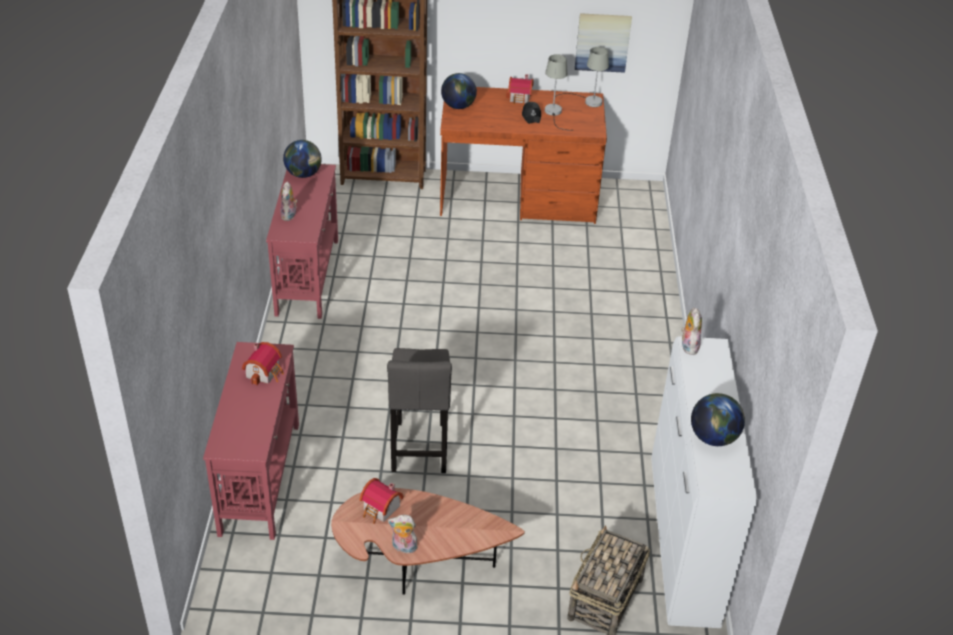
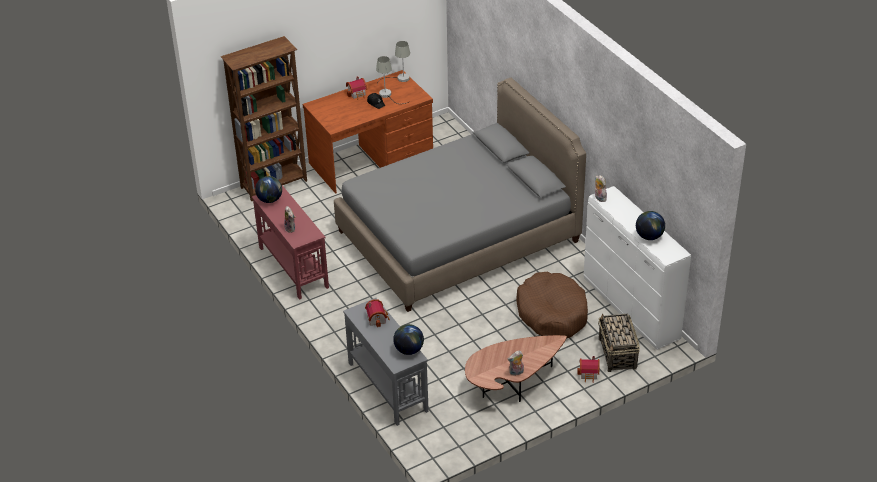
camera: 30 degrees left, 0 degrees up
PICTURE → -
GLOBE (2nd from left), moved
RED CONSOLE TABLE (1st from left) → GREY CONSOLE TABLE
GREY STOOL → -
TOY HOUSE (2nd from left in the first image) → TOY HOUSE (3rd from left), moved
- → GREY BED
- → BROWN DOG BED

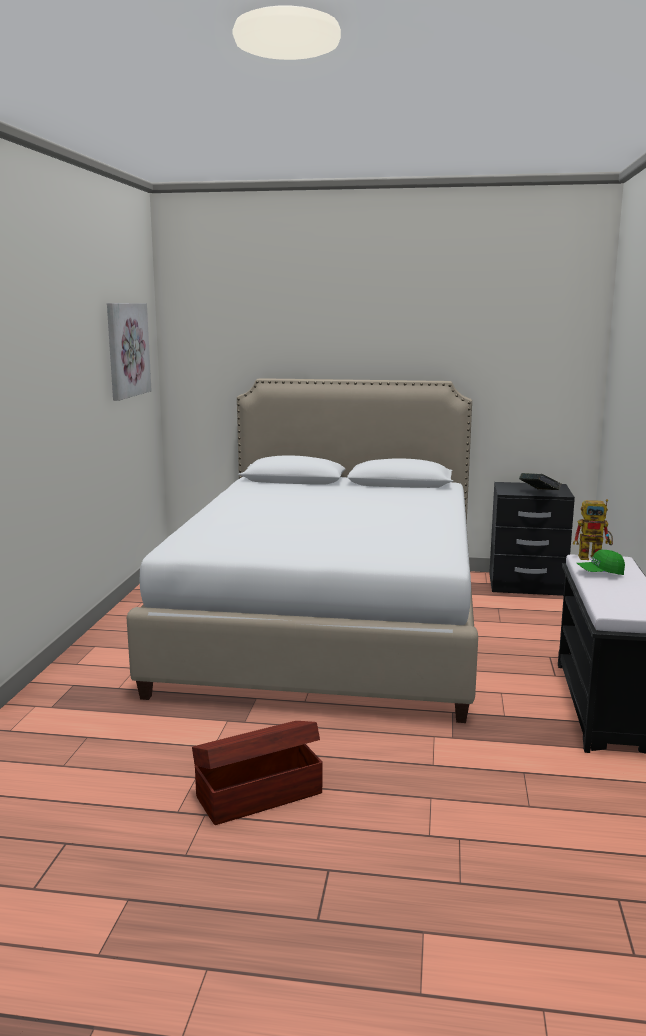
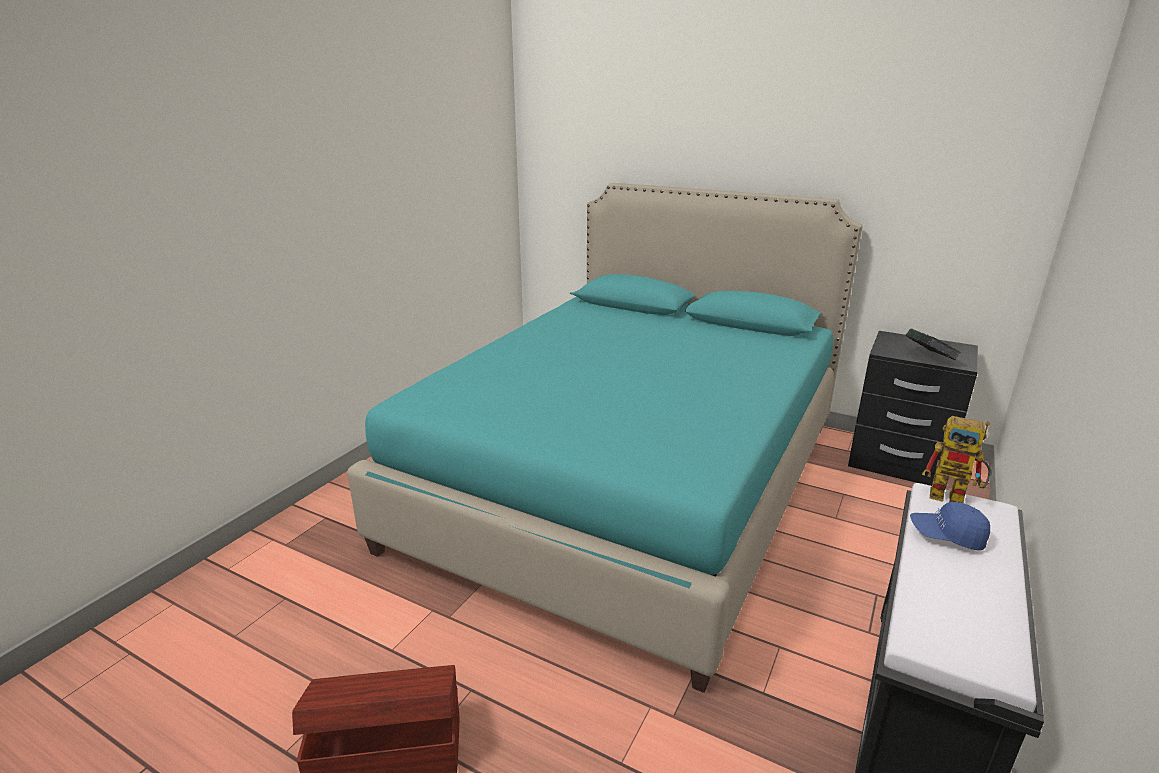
camera: 20 degrees right, 10 degrees up
PICTURE → -
WHITE BED → TURQUOISE BED
GREEN CAP → BLUE CAP

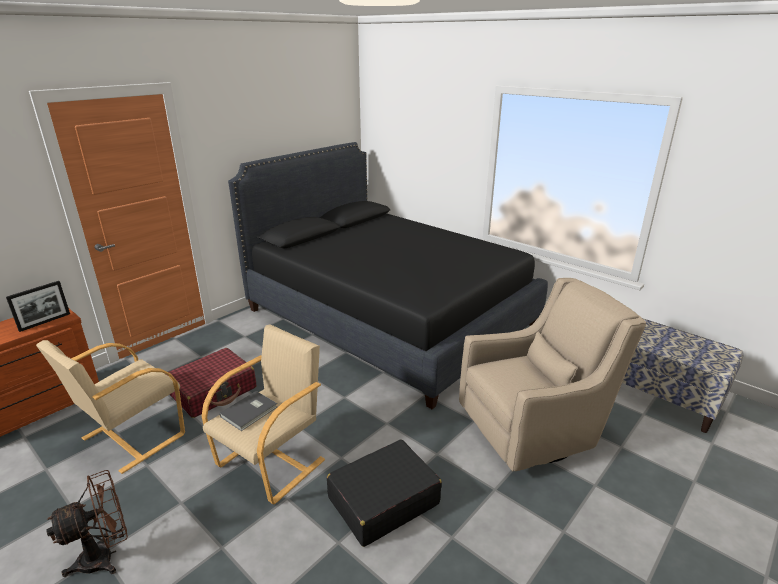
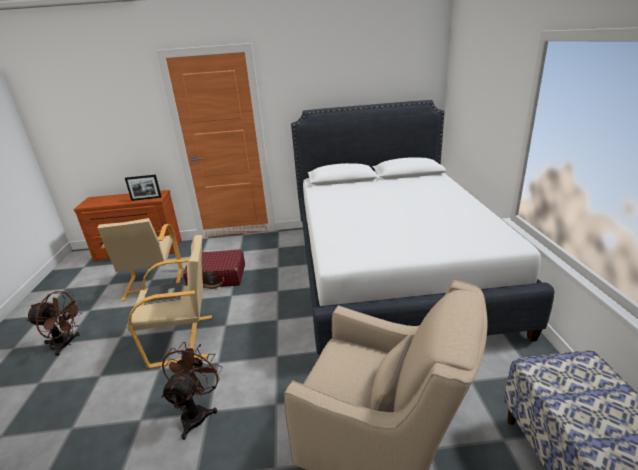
camera: 45 degrees right, 0 degrees up
BLACK BED → WHITE BED
BEIGE ARMCHAIR (1st from left), 90 degrees counterclockwise
BLACK SUITCASE → BROWN FAN (2nd from left)

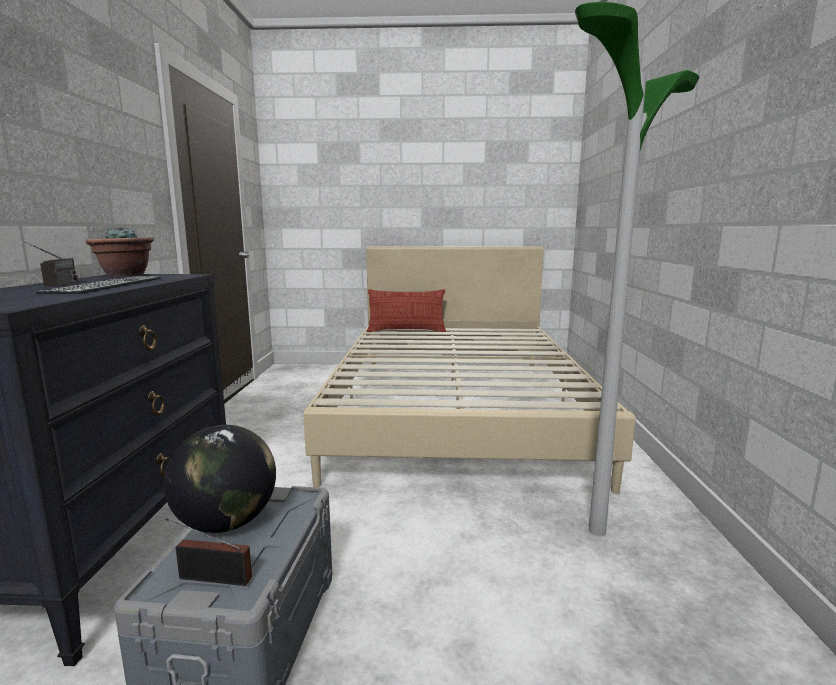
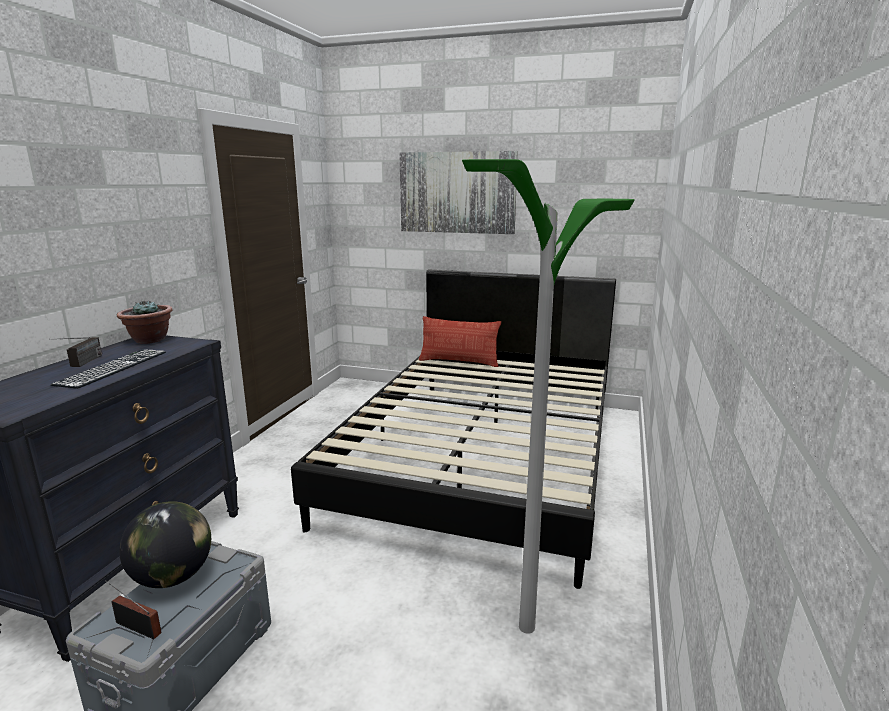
camera: 15 degrees right, 5 degrees up
BEIGE BED → BLACK BED
- → PICTURE

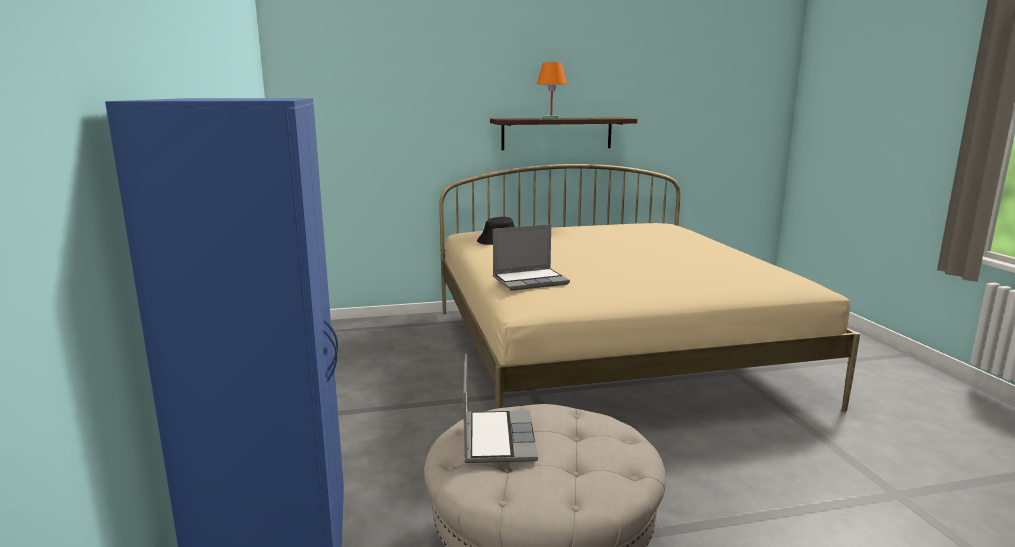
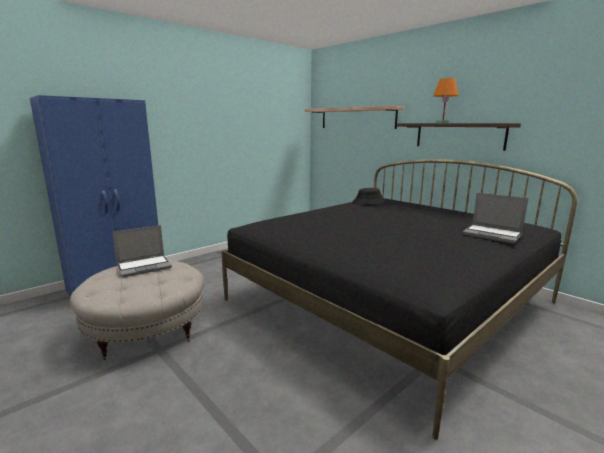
camera: 60 degrees right, 0 degrees up
BEIGE BED → BLACK BED
LAPTOP (2nd from left), moved
- → SHELF (1st from left)

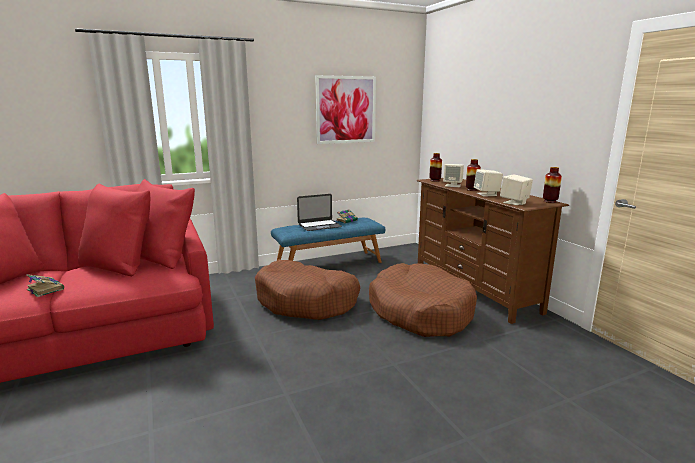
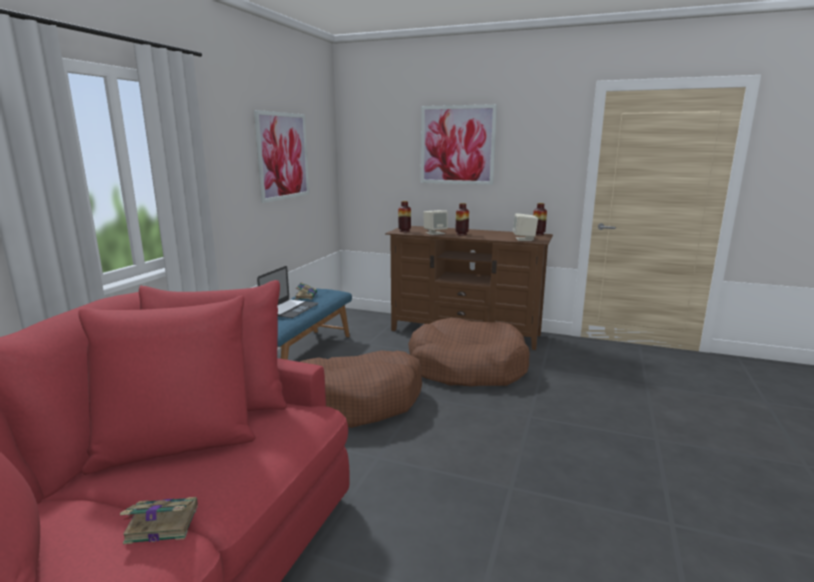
camera: 45 degrees left, 0 degrees up
BEIGE SPEAKER (2nd from left) → -
- → PICTURE (2nd from left)

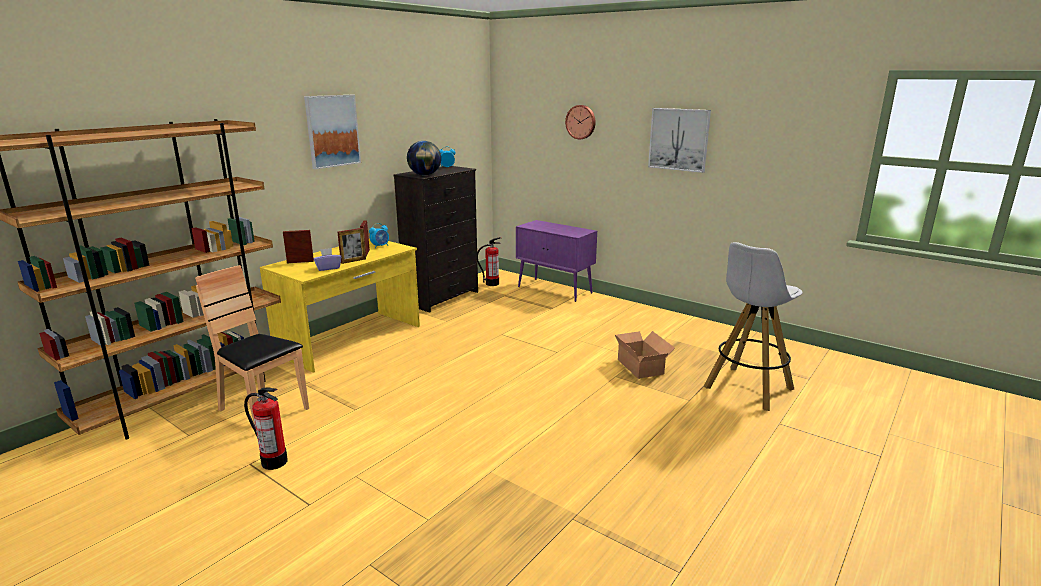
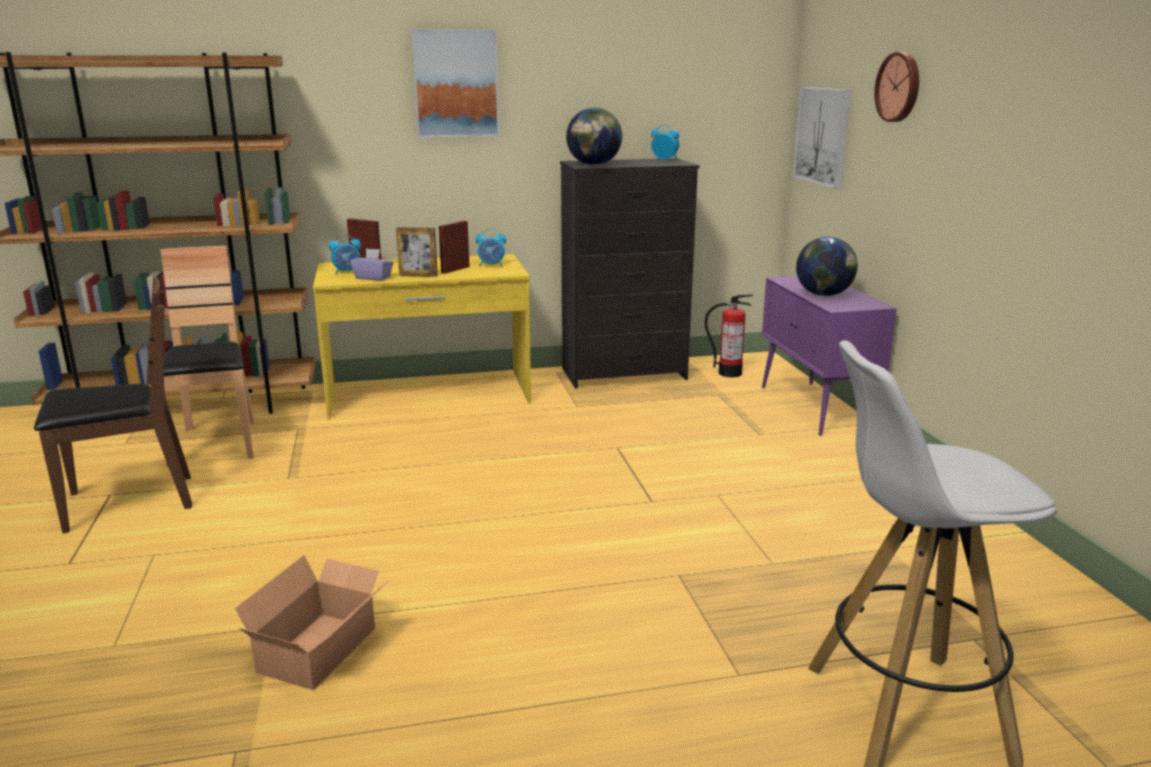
camera: 40 degrees right, 0 degrees up
PICTURE (2nd from left), moved
CARDBOARD BOX, moved
FIRE EXTINGUISHER (1st from left) → BROWN CHAIR (1st from left)
- → ALARM CLOCK (1st from left)
- → GLOBE (2nd from left)

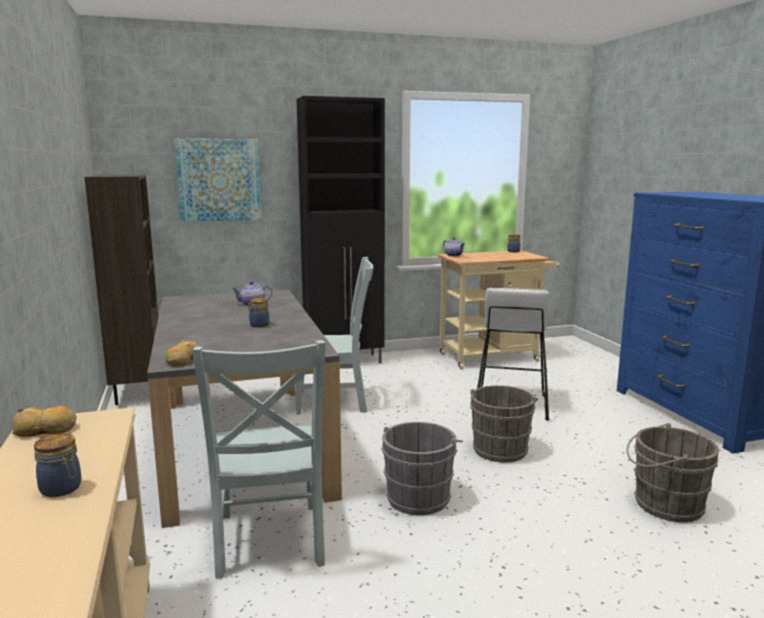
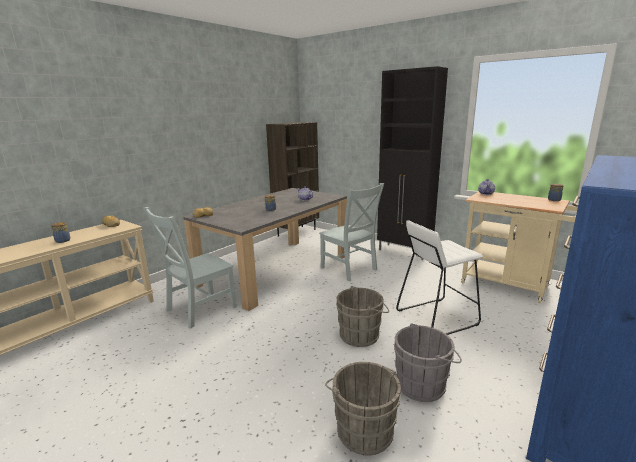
camera: 55 degrees right, 5 degrees up
PICTURE → -
GREY BUCKET (1st from left in the first image) → GREY BUCKET (3rd from left), moved

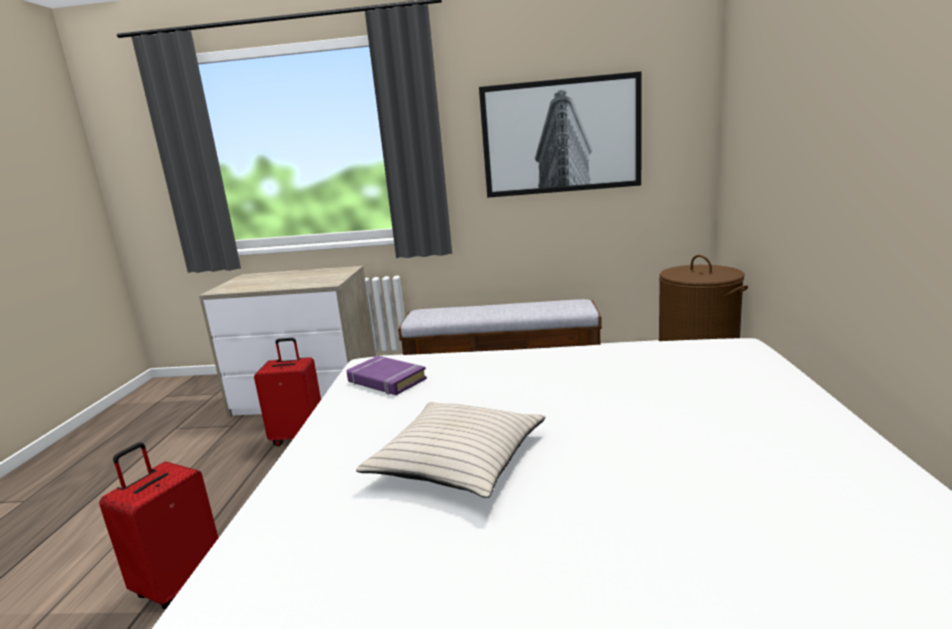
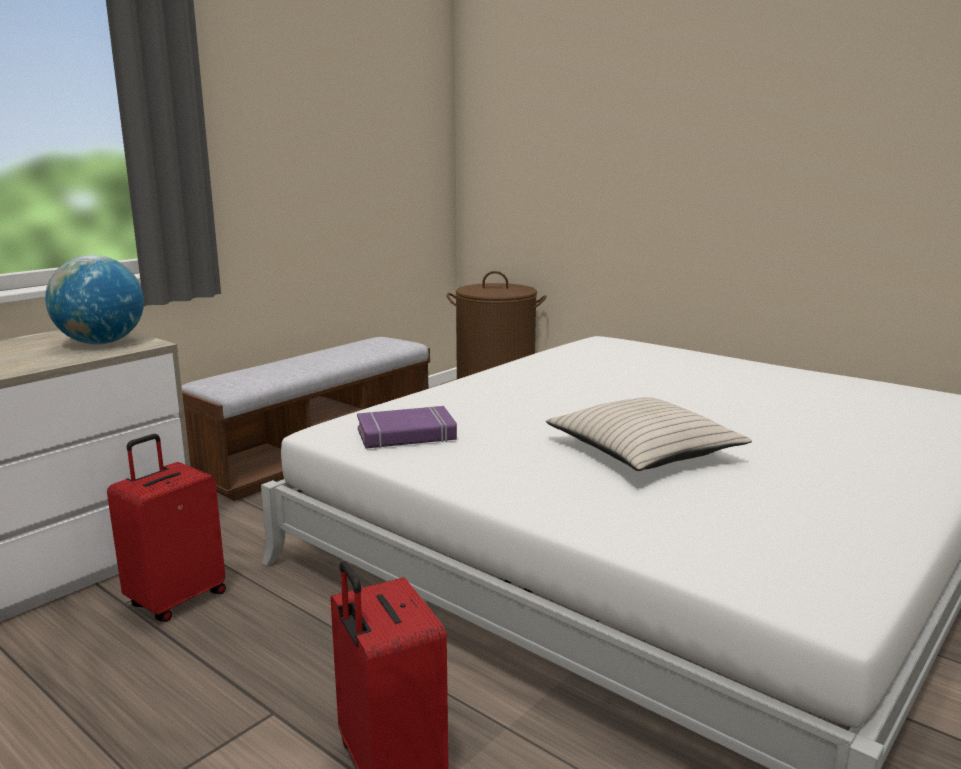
camera: 55 degrees left, 0 degrees up
PICTURE → -
- → GLOBE

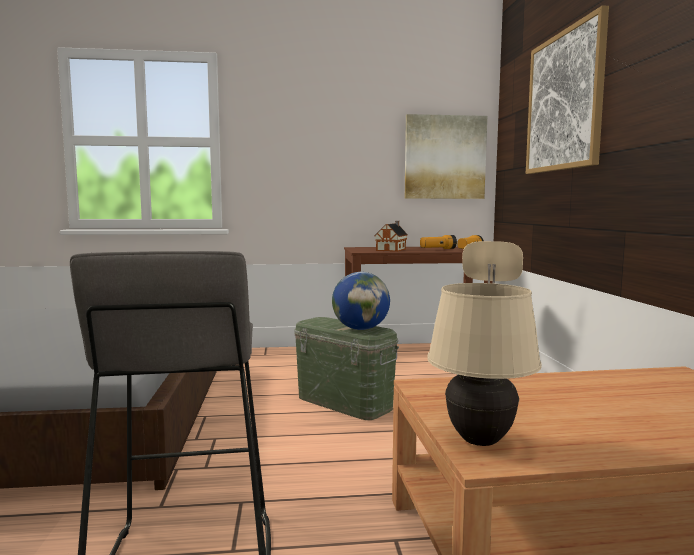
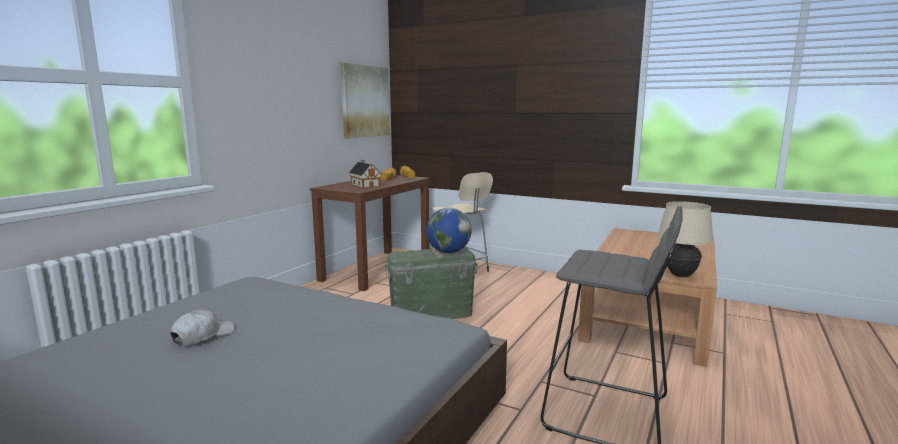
camera: 55 degrees left, 5 degrees up
PICTURE (2nd from left) → -
- → WHITE CAP

